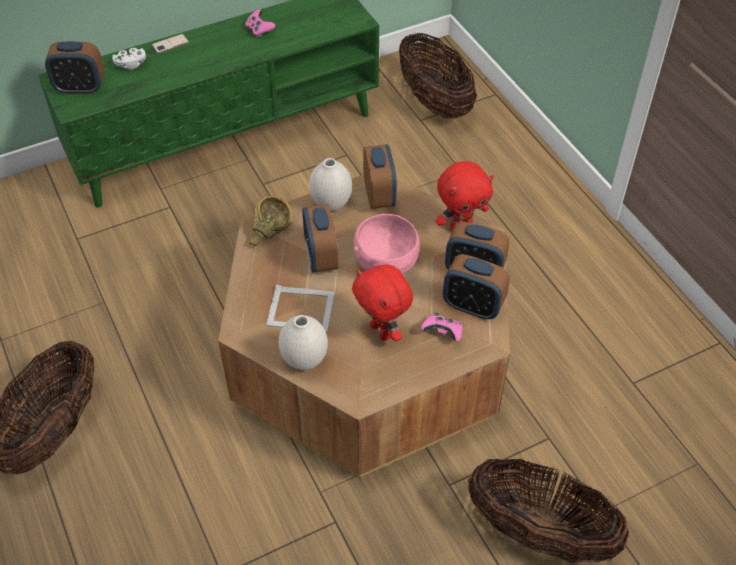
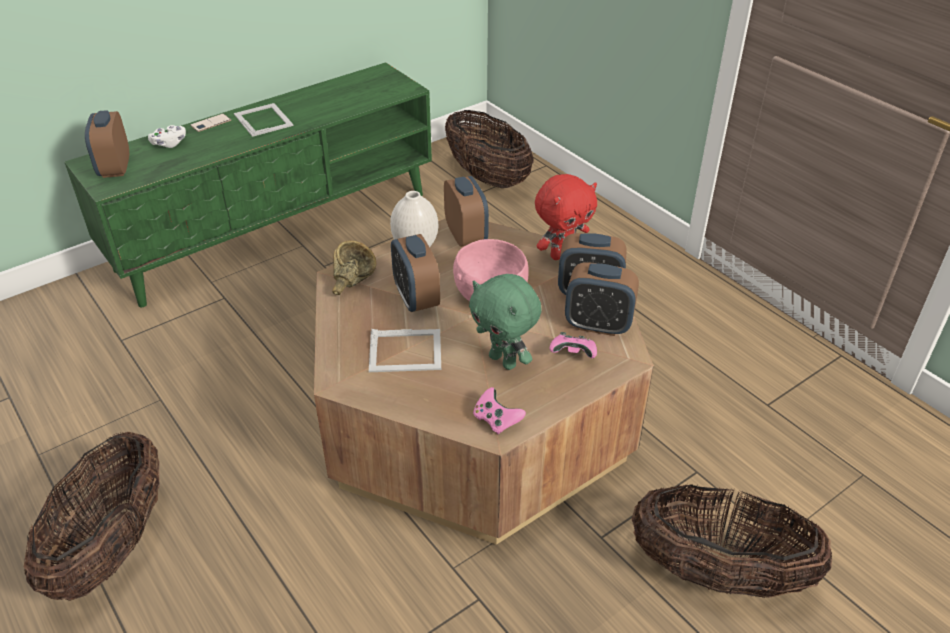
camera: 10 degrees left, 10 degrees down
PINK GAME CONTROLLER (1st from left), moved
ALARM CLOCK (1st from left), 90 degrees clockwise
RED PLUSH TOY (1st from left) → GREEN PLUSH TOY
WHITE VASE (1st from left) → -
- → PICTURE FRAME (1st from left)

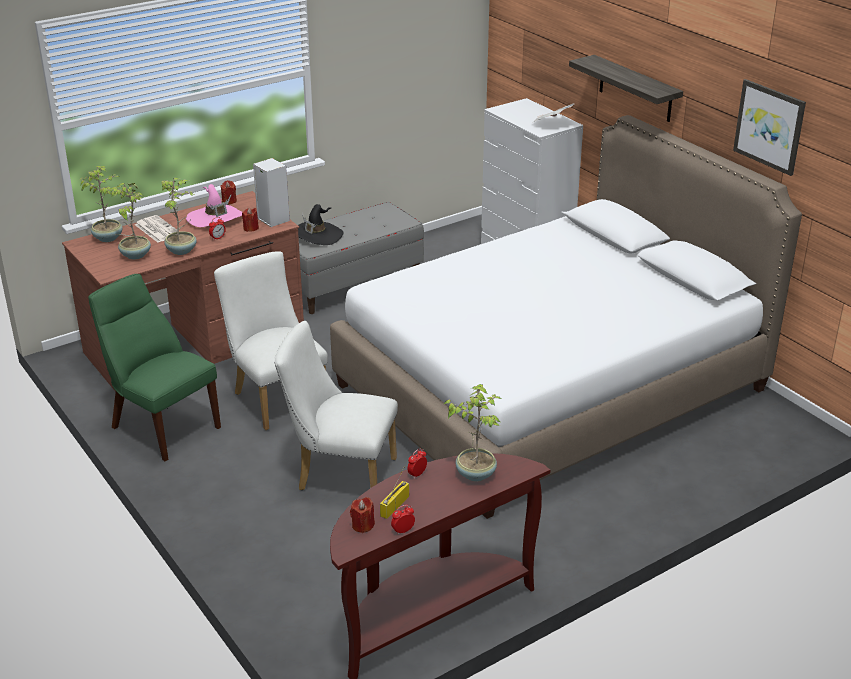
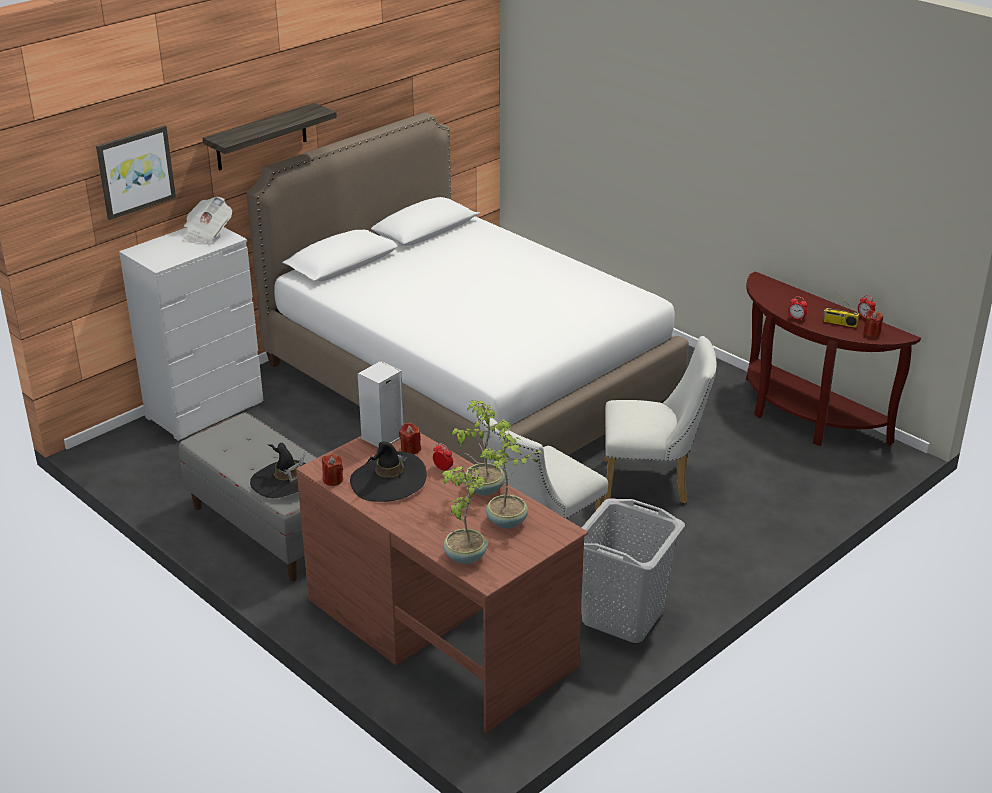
camera: 100 degrees left, 0 degrees up
PICTURE, moved
PINK HAT → BLACK HAT (2nd from left)
NEWSPAPER (1st from left) → -
GREEN CHAIR → GREY LAUNDRY BASKET
WHITE CHAIR (2nd from left), 90 degrees counterclockwise
POTTED PLANT (4th from left) → -

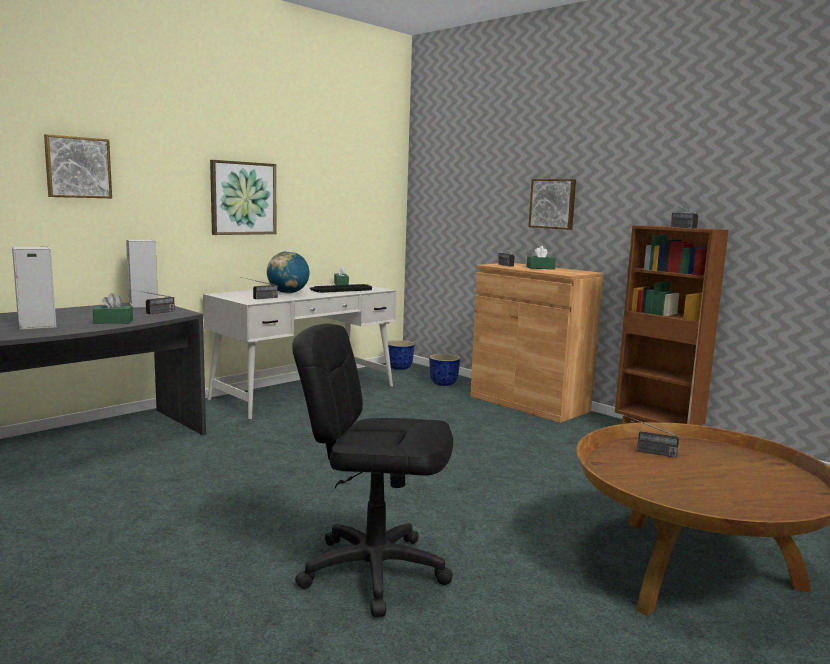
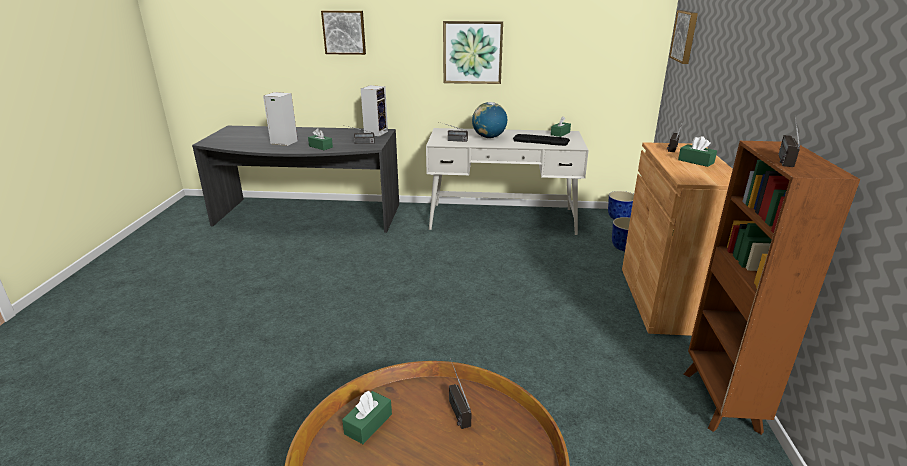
camera: 50 degrees right, 15 degrees up
PICTURE (3rd from left), moved
BLACK OFFICE CHAIR → -
- → GREEN TISSUE BOX (2nd from left)

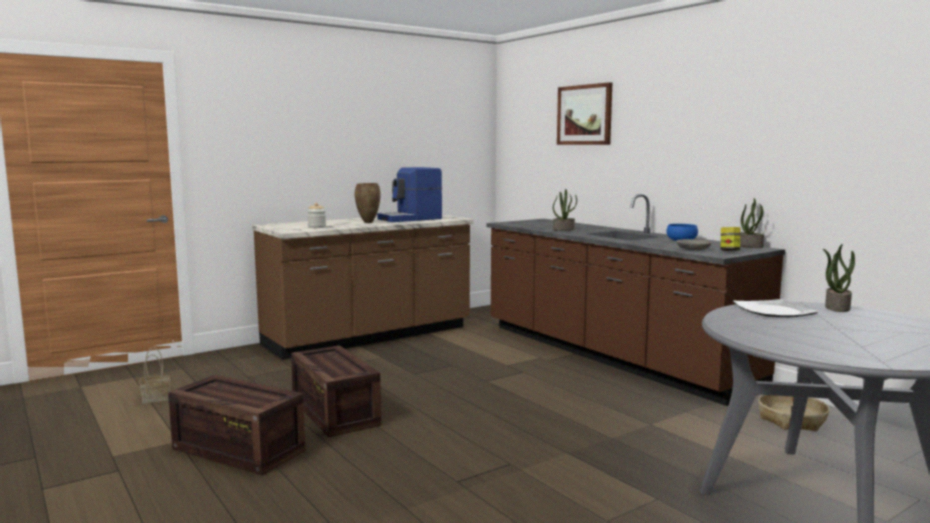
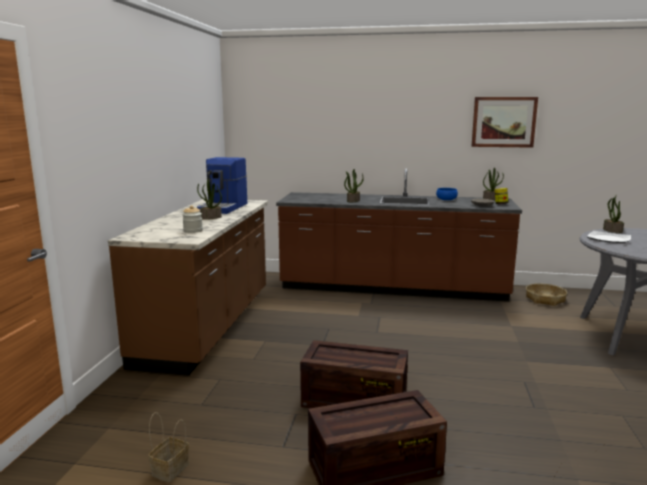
camera: 45 degrees left, 5 degrees up
PICTURE, moved
BROWN VASE → POTTED PLANT (1st from left)

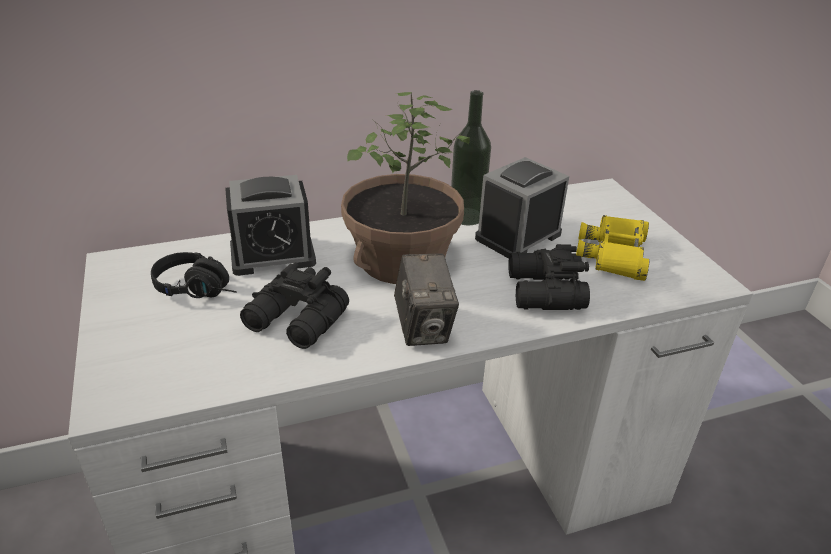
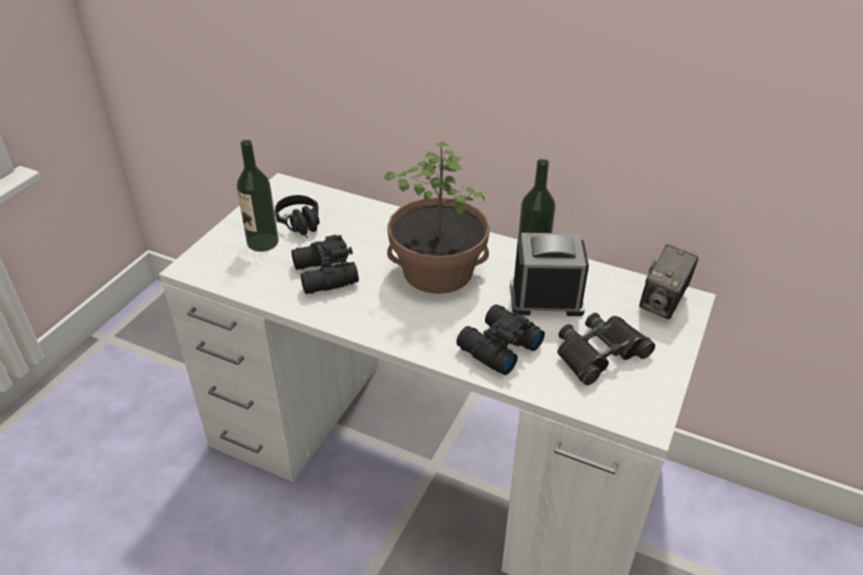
camera: 45 degrees right, 5 degrees up
ALARM CLOCK (1st from left) → -
YELLOW BINOCULARS → BLACK BINOCULARS (3rd from left)
PHOTO CAMERA, moved
- → BOTTLE (1st from left)

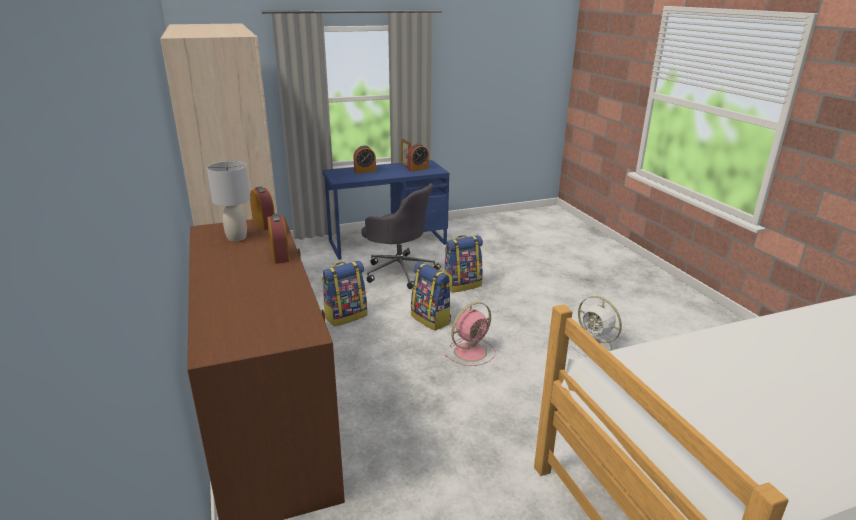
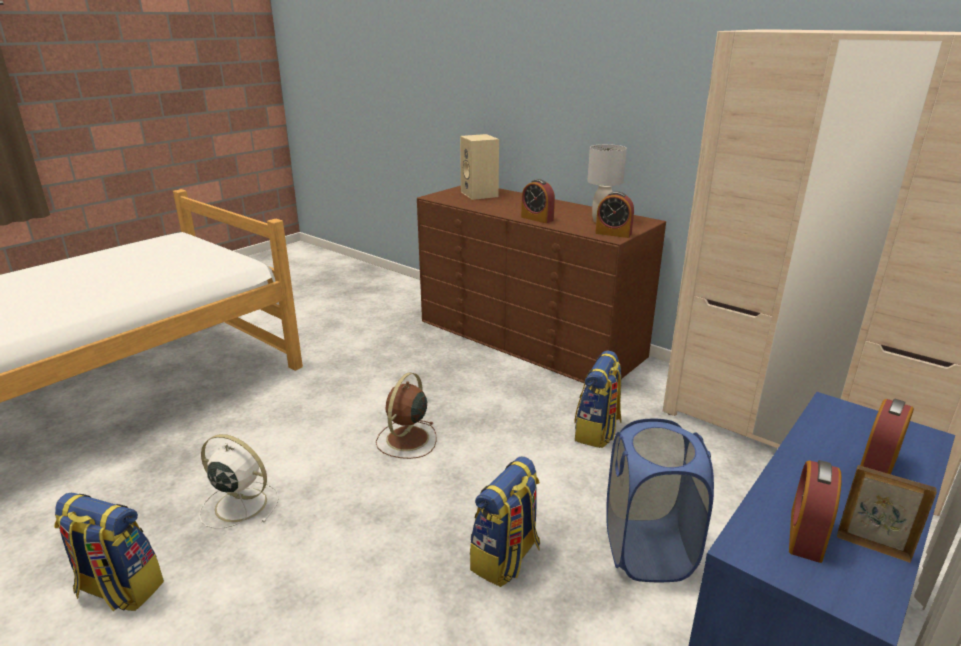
camera: 150 degrees right, 0 degrees up
GREY OFFICE CHAIR → BLUE LAUNDRY BASKET
BACKPACK (2nd from left in the first image) → BACKPACK (1st from left), moved
PINK FAN → BROWN FAN
- → BEIGE SPEAKER

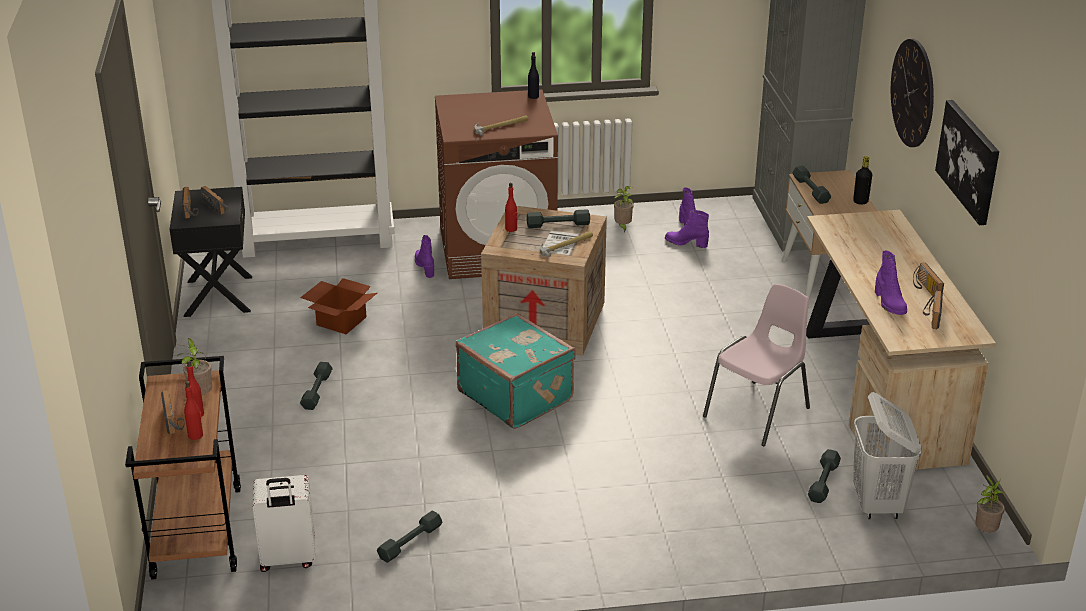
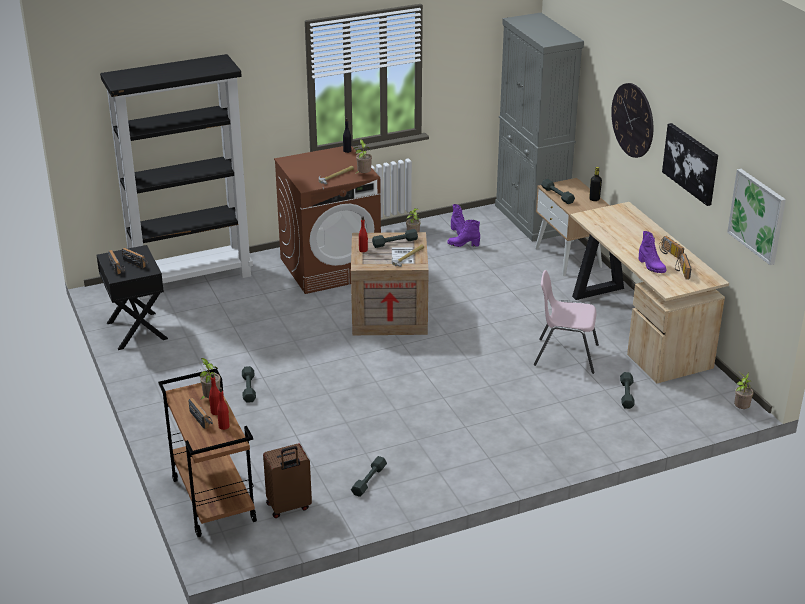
camera: 15 degrees left, 0 degrees up
PURPLE BOOT (1st from left) → -
CARDBOARD BOX → -
PINK CHAIR, 105 degrees counterclockwise
TURQUOISE SUITCASE → -
WHITE LAUNDRY BASKET → -
WHITE SUITCASE → BROWN SUITCASE
- → POTTED PLANT (2nd from left)
- → PICTURE (2nd from left)

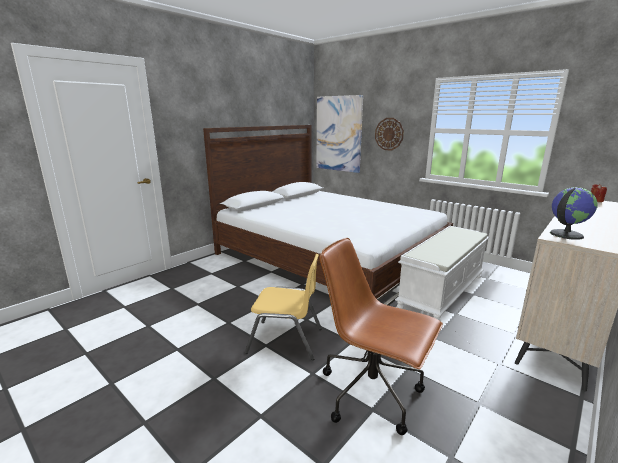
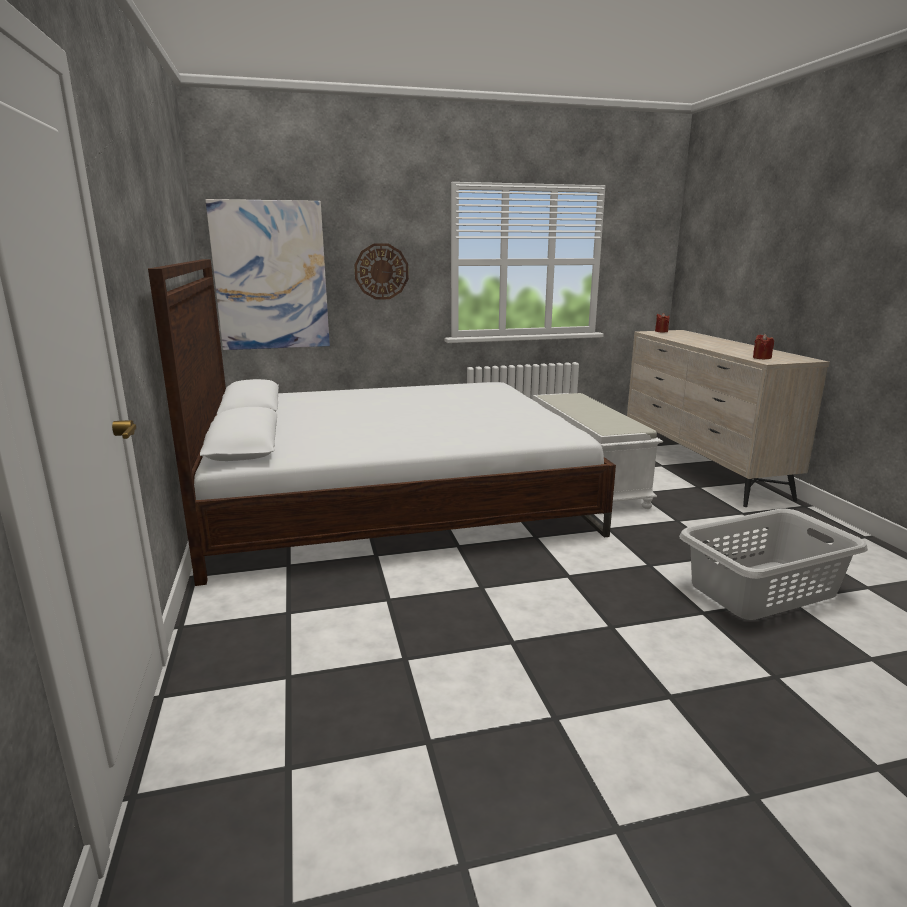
camera: 55 degrees left, 0 degrees up
GLOBE → RED CANDLE (2nd from left)
BROWN OFFICE CHAIR → GREY LAUNDRY BASKET
YELLOW CHAIR → -

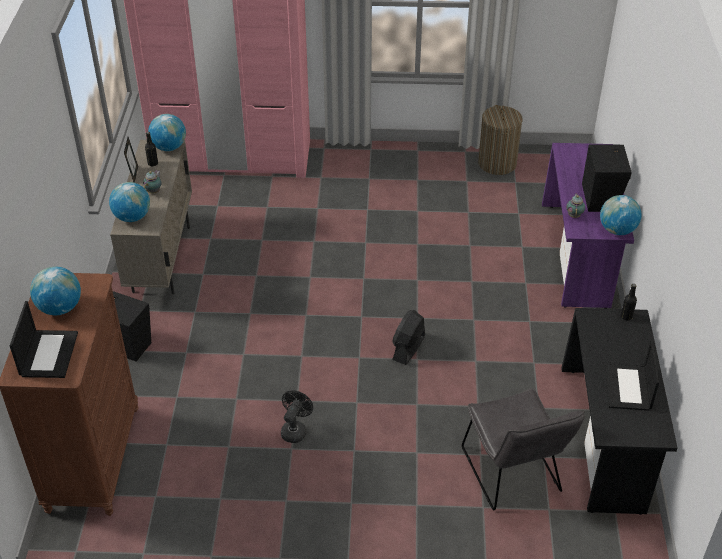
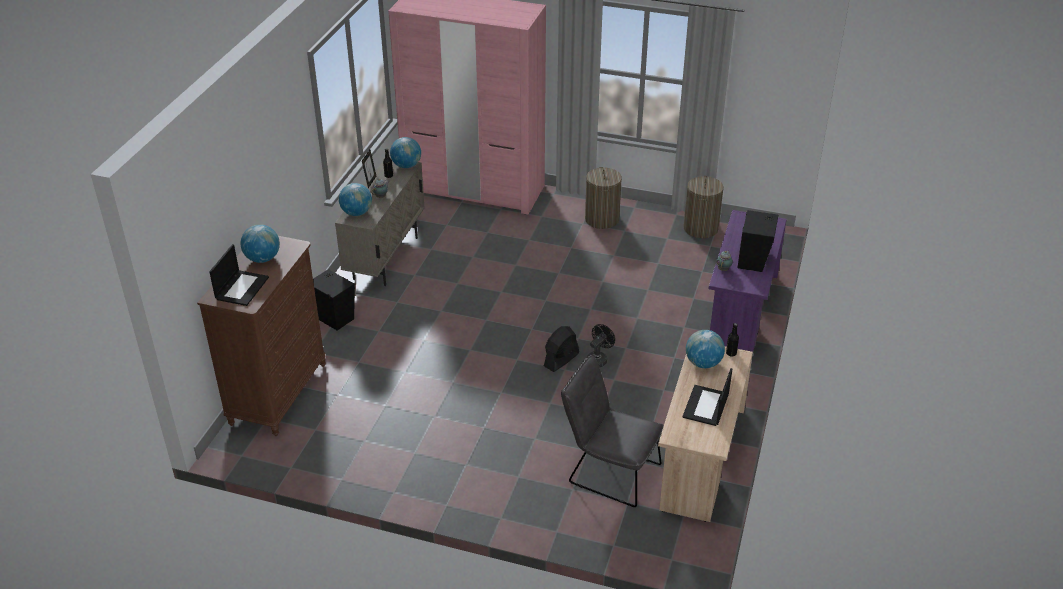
camera: 15 degrees right, 5 degrees down
GLOBE (4th from left), moved
BLACK DESK → BEIGE DESK
GREY CHAIR, 120 degrees clockwise
BLACK FAN (1st from left in the first image) → BLACK FAN (2nd from left), moved
- → LAUNDRY BASKET (1st from left)

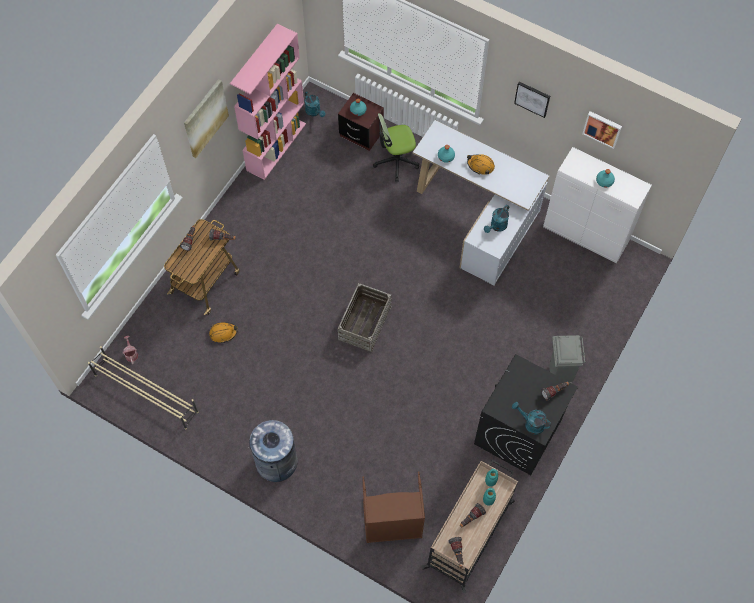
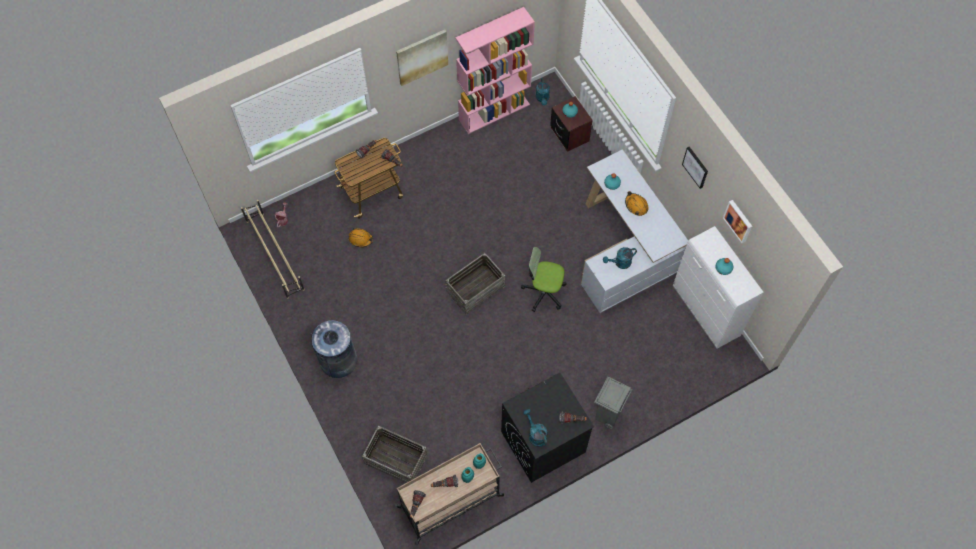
camera: 30 degrees right, 0 degrees up
OFFICE CHAIR, moved
BROWN LAUNDRY BASKET → CRATE (1st from left)

